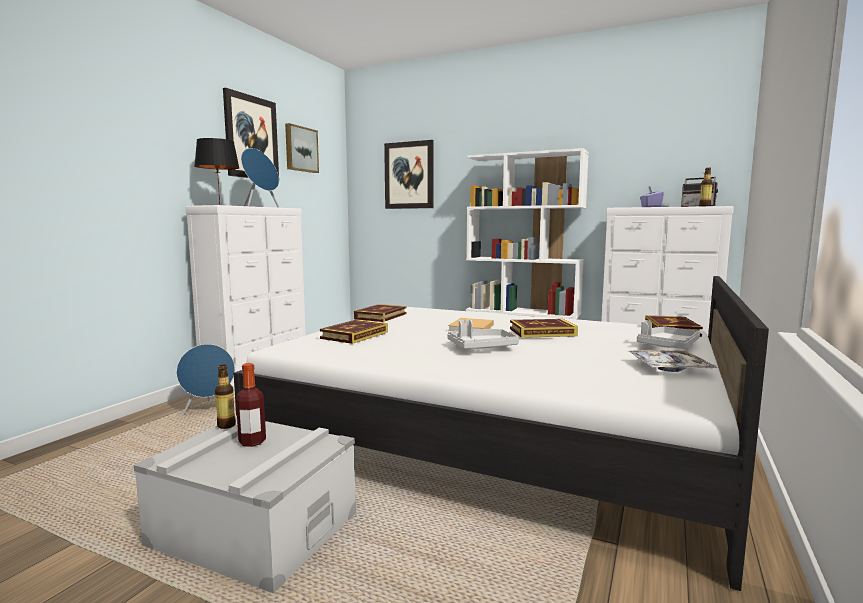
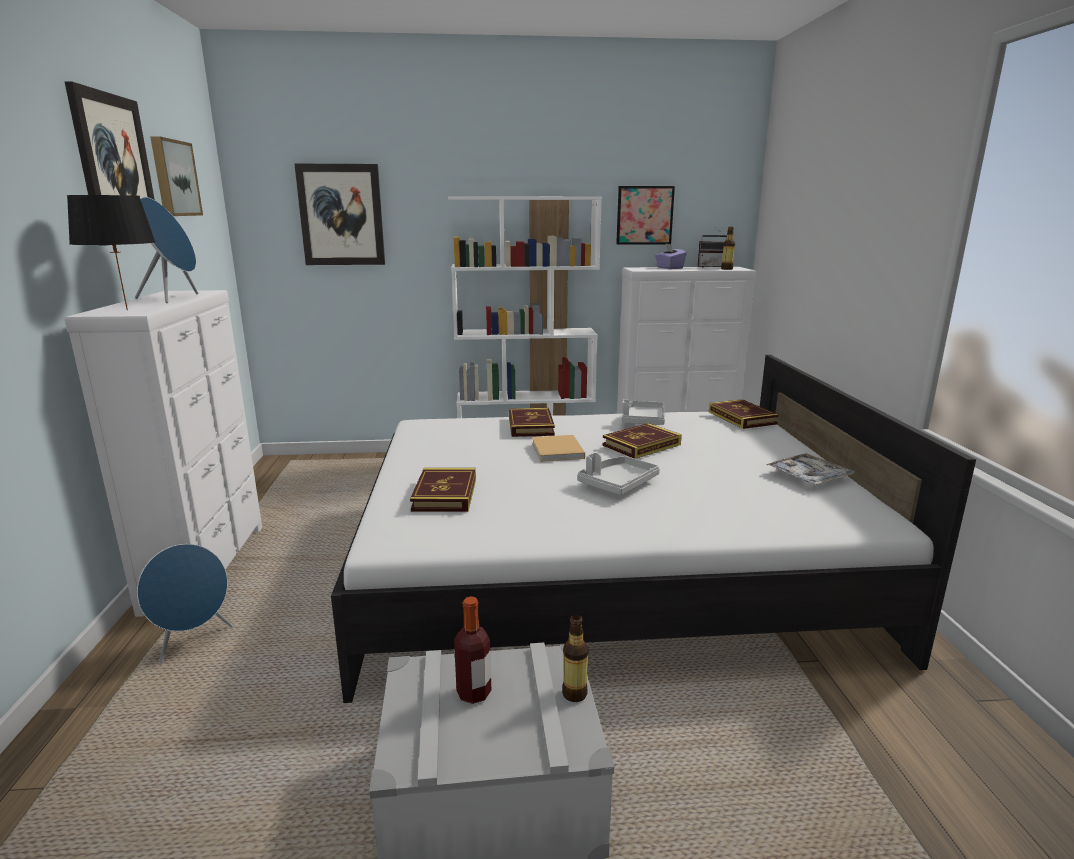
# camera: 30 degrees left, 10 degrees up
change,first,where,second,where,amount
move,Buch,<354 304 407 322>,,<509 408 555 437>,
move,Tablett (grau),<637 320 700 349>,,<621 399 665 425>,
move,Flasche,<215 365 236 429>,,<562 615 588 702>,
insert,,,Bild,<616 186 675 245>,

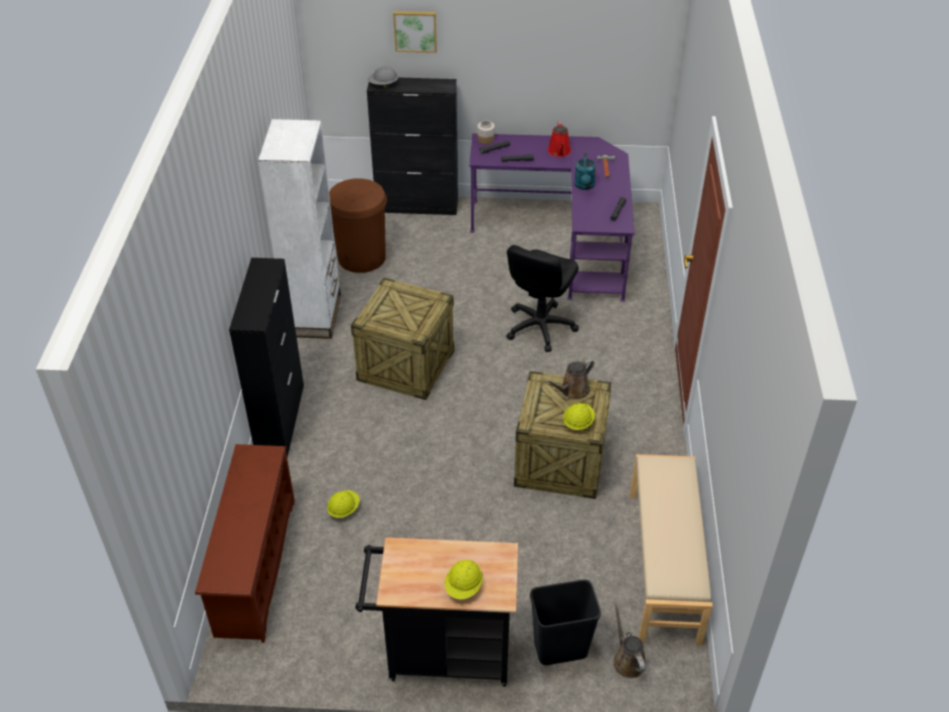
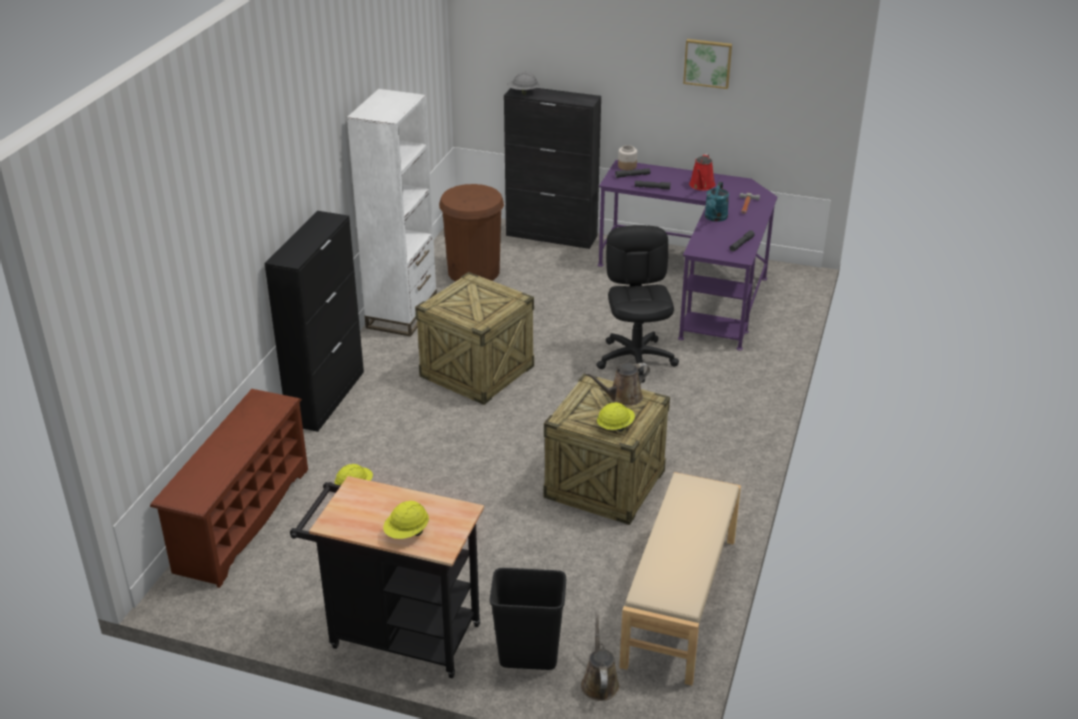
# camera: 15 degrees right, 10 degrees down
change,first,where,second,where,amount
move,Bild,<393 11 437 53>,,<683 39 732 89>,
rotate,Bürostuhl (schwarz),<506 245 579 352>,,<596 225 679 383>,135 degrees clockwise

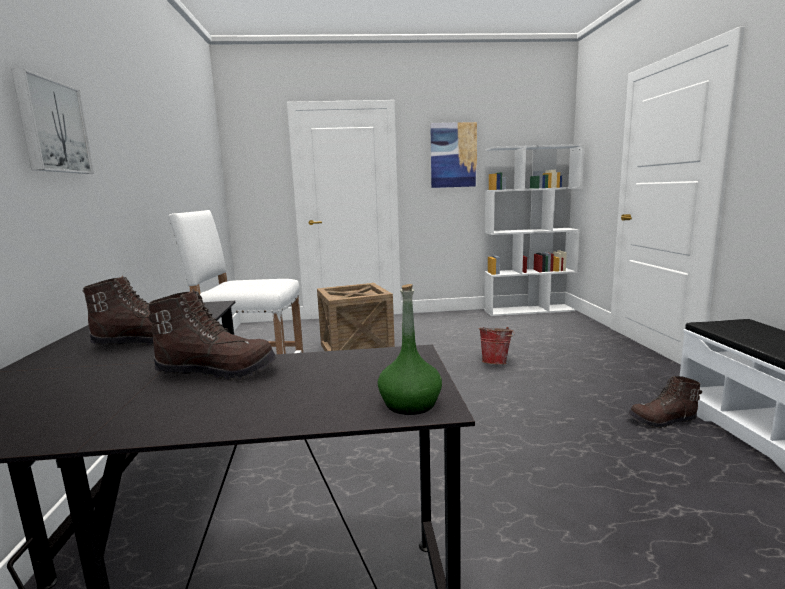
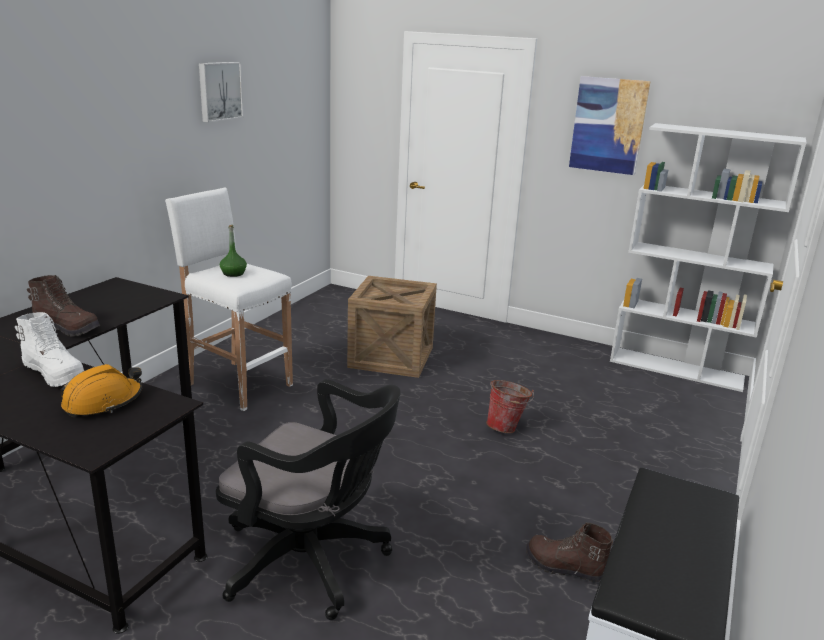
# camera: 30 degrees right, 10 degrees up
change,first,where,second,where,amount
move,Bild,<11 69 94 174>,,<199 62 244 122>,
move,Flasche (grün),<378 284 442 415>,,<220 225 247 277>,
recolor,Stiefel (braun),<148 289 276 381>,Stiefel (weiß),<15 312 84 387>,
insert,,,Schutzhelm (orange),<61 364 142 417>,
insert,,,Bürostuhl (schwarz),<216 379 401 620>,

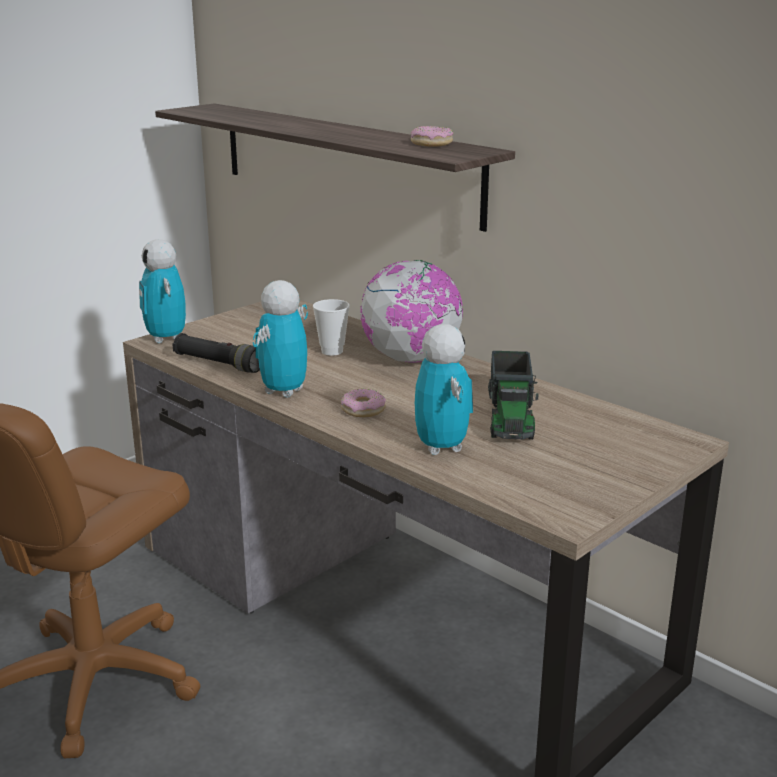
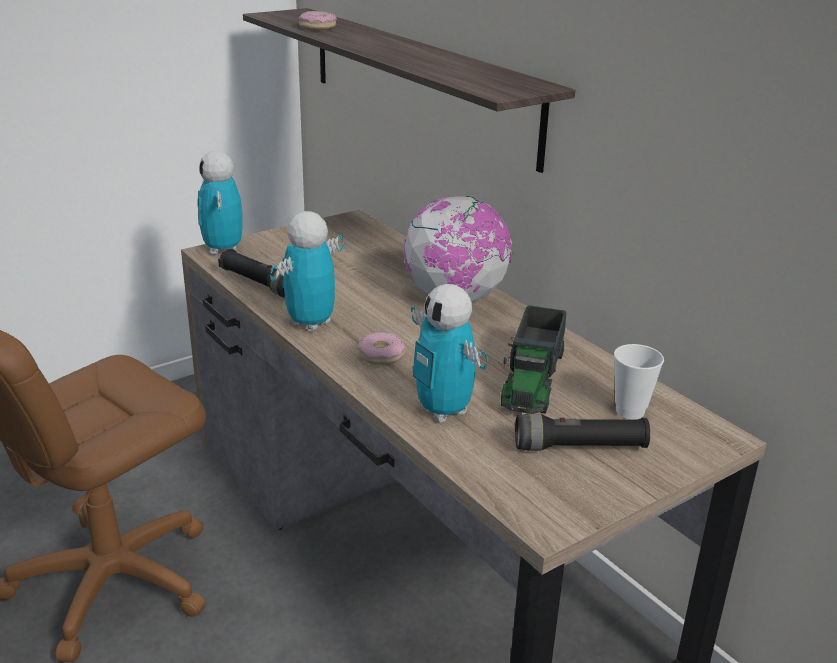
# camera: 10 degrees right, 5 degrees up
change,first,where,second,where,amount
move,Donut,<411 126 453 147>,,<298 11 337 30>,
move,Tasse,<313 299 350 356>,,<614 344 664 419>,
rotate,Spielzeugroboter,<415 324 473 455>,,<411 284 488 423>,150 degrees clockwise
insert,,,Taschenlampe (schwarz),<515 414 650 451>,

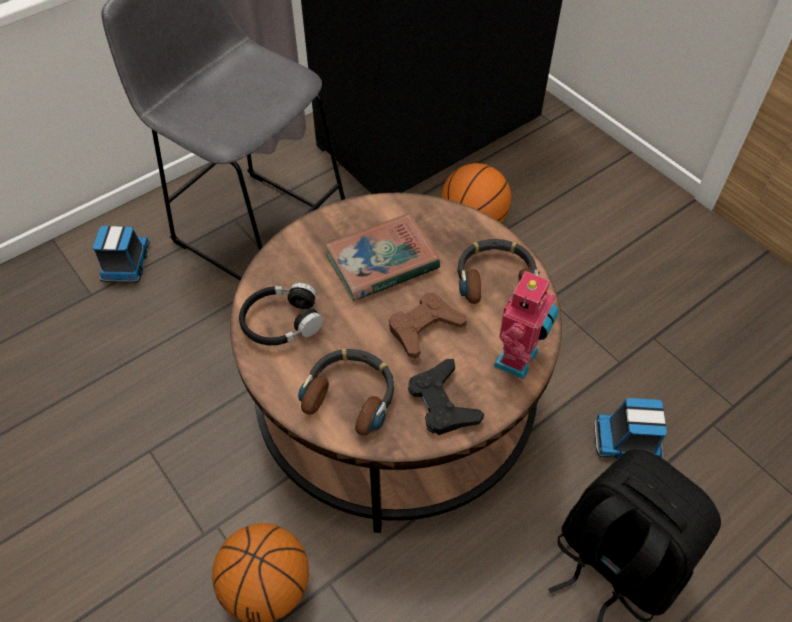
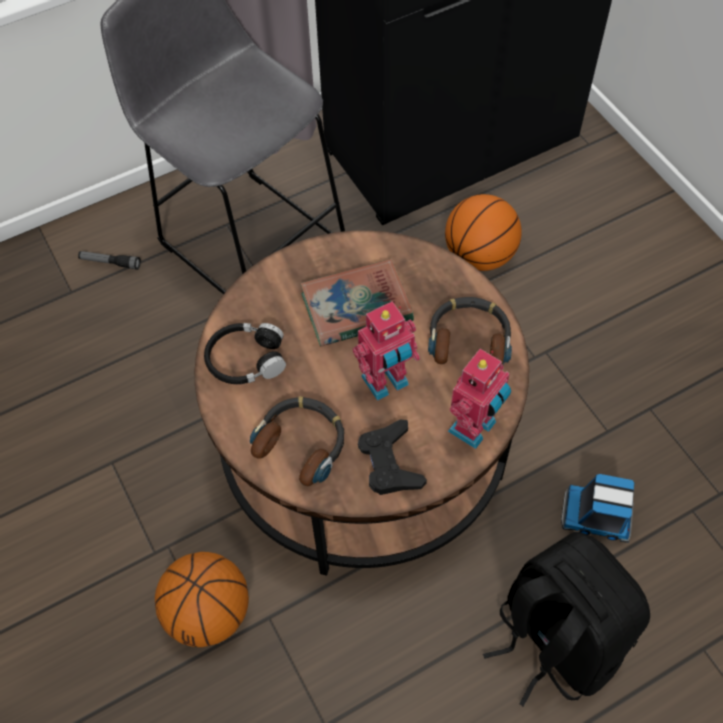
# camera: 10 degrees right, 5 degrees up
change,first,where,second,where,amount
replace,Spielzeuglaster,<93 226 150 283>,Taschenlampe,<78 251 141 270>,
replace,Gamepad (braun),<389 292 467 359>,Spielzeugroboter,<353 301 420 401>,

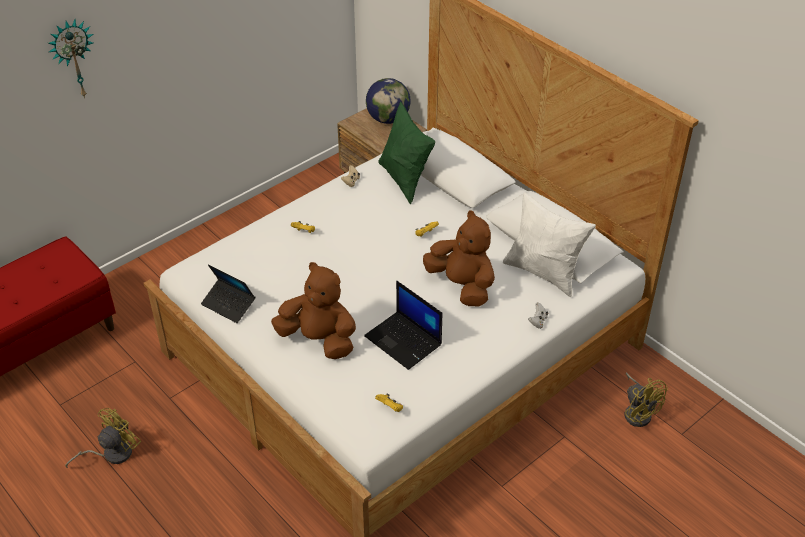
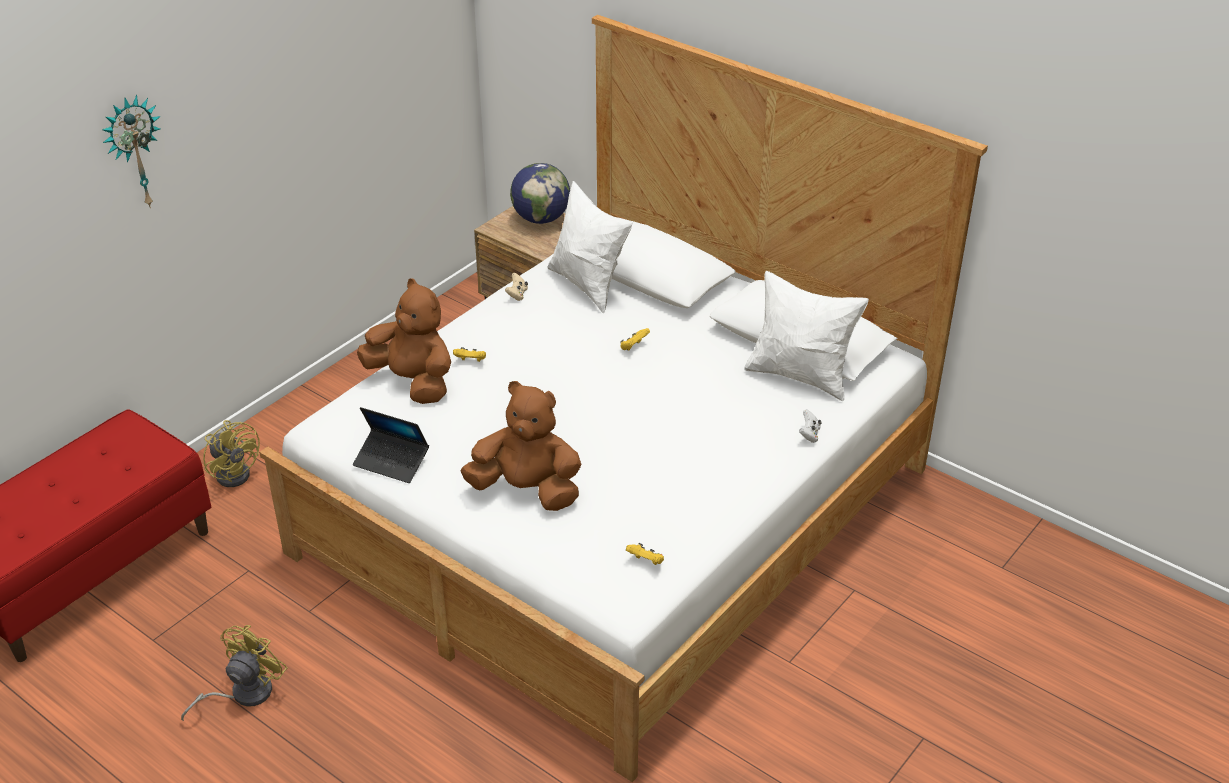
# camera: 10 degrees left, 5 degrees down
change,first,where,second,where,amount
recolor,Kissen (grün),<378 102 435 204>,Kissen (weiß),<547 181 633 314>,
move,Plüschtier (braun),<423 210 495 306>,,<357 278 451 404>,
delete,Laptop,<364 281 442 370>,,,
move,Ventilator (gelb),<625 372 668 427>,,<203 420 260 487>,

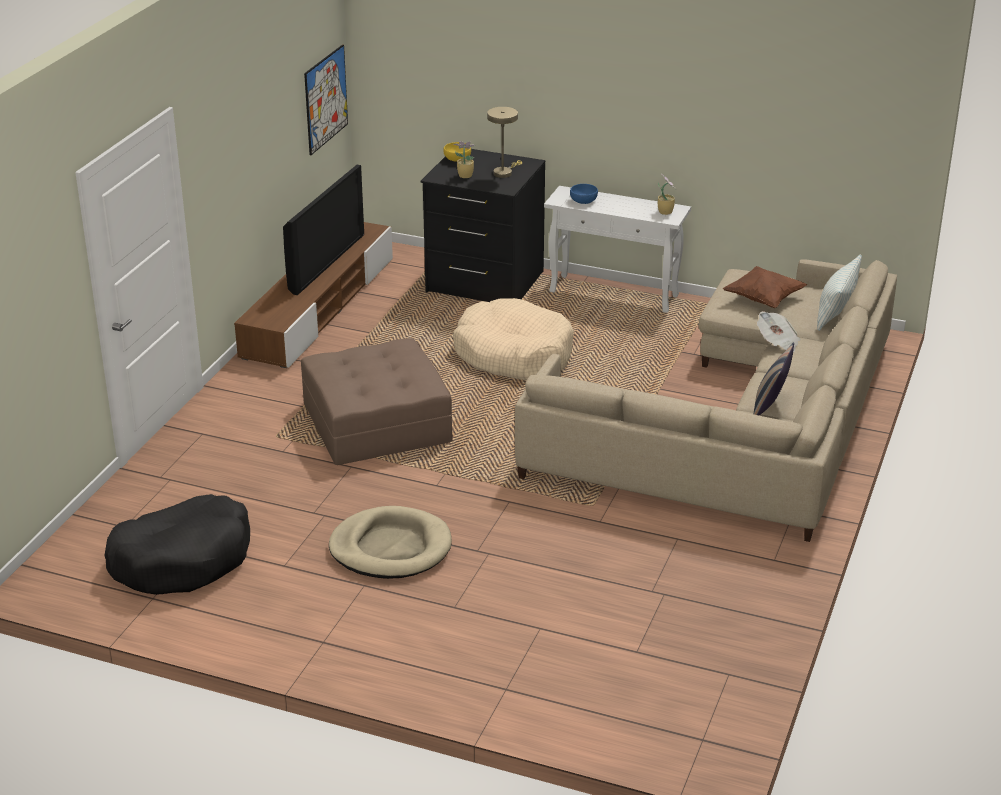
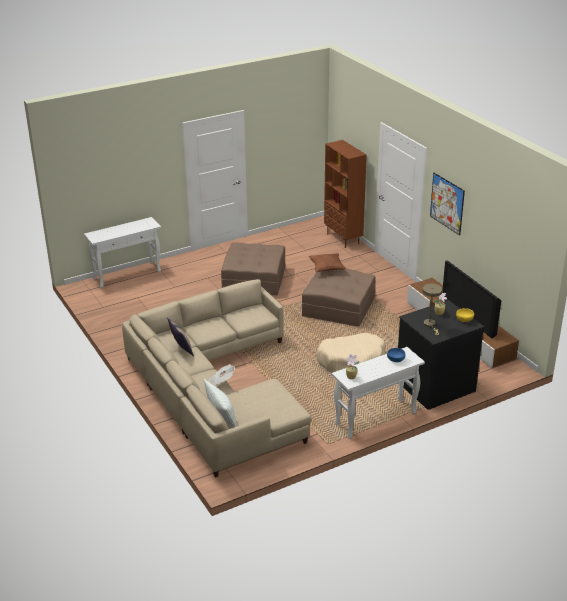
# camera: 130 degrees right, 0 degrees up
change,first,where,second,where,amount
move,Bild,<304 44 348 155>,,<430 173 465 236>,
move,Kissen (braun),<723 266 808 308>,,<308 253 346 272>,
delete,Hundebett (schwarz),<104 494 250 595>,,,
replace,Hundebett (beige),<329 506 452 579>,Polsterhocker (braun),<221 243 285 295>,
insert,,,Bücherregal (braun),<324 140 367 248>,
insert,,,Konsolentisch (weiß),<84 217 161 288>,

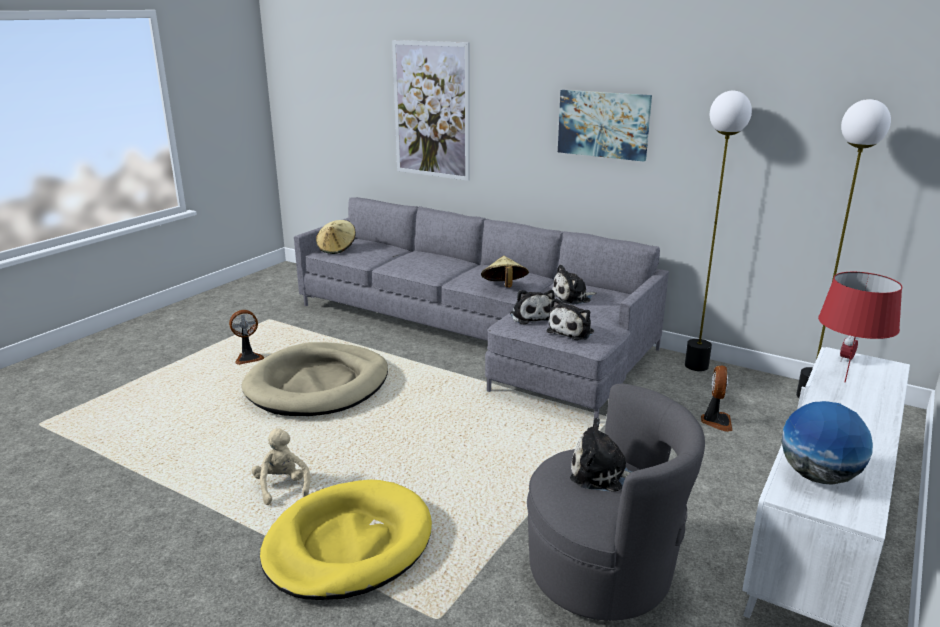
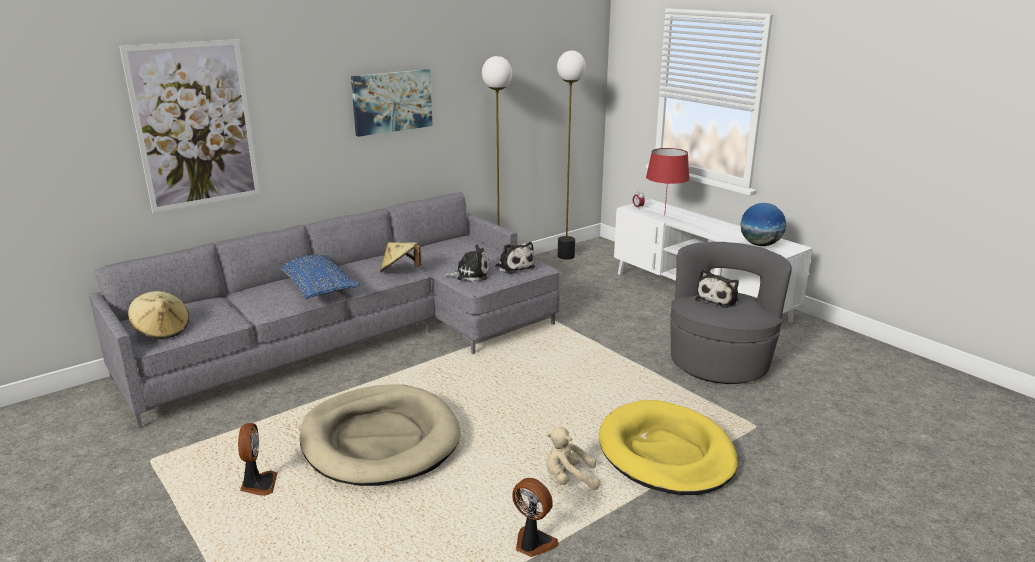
# camera: 70 degrees left, 0 degrees up
change,first,where,second,where,amount
delete,Plüschtier,<552 265 597 305>,,,
move,Ventilator,<701 366 732 432>,,<512 478 559 557>,
insert,,,Kissen (blau),<280 254 360 299>,

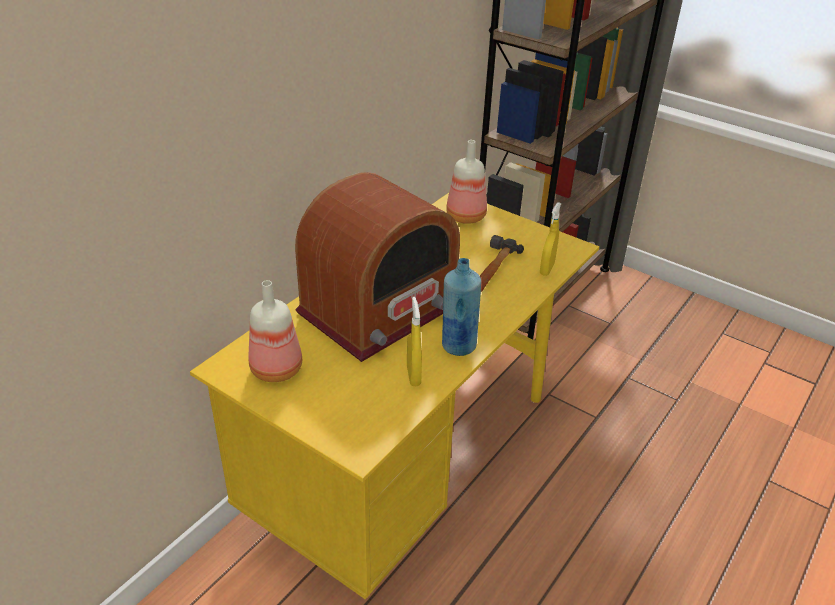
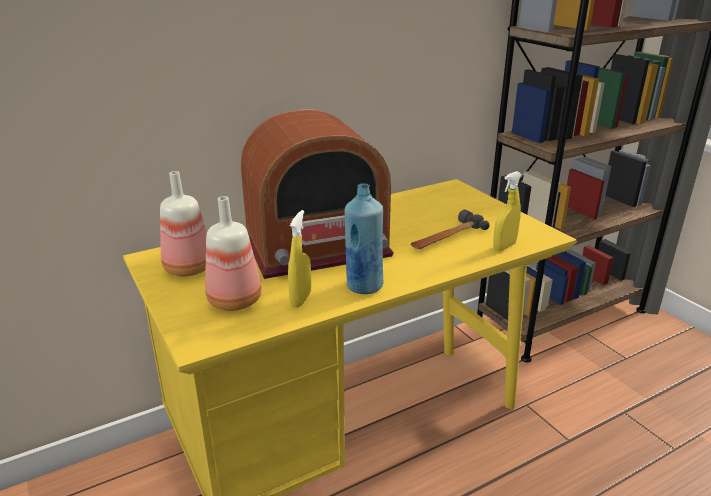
# camera: 25 degrees right, 10 degrees down
change,first,where,second,where,amount
move,Flasche,<446 140 487 224>,,<205 196 262 311>,

